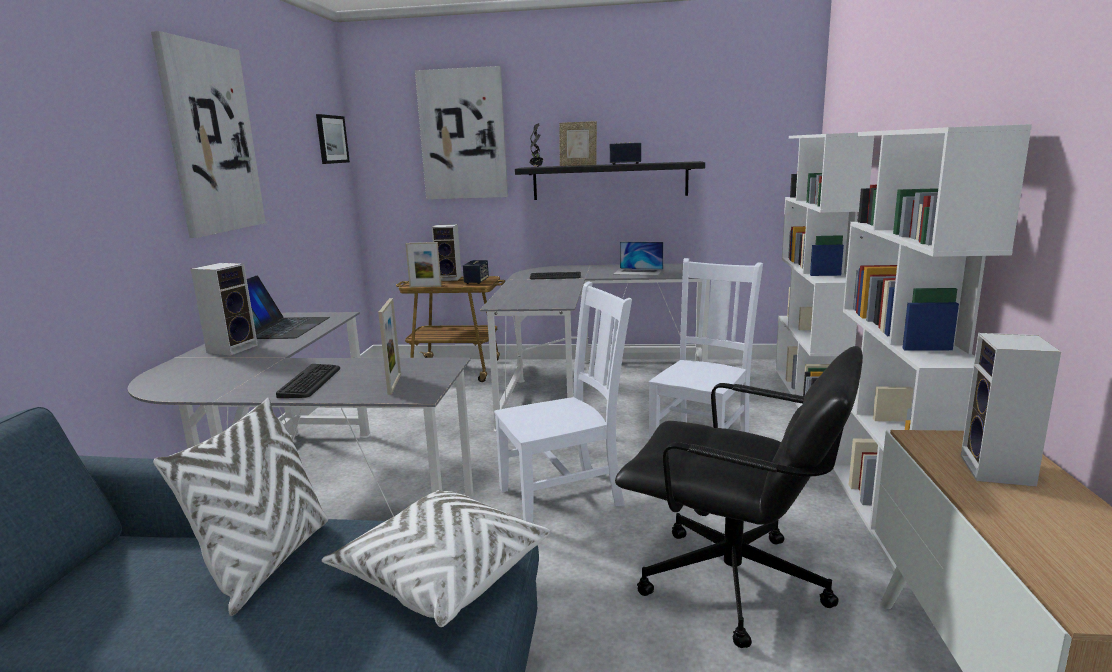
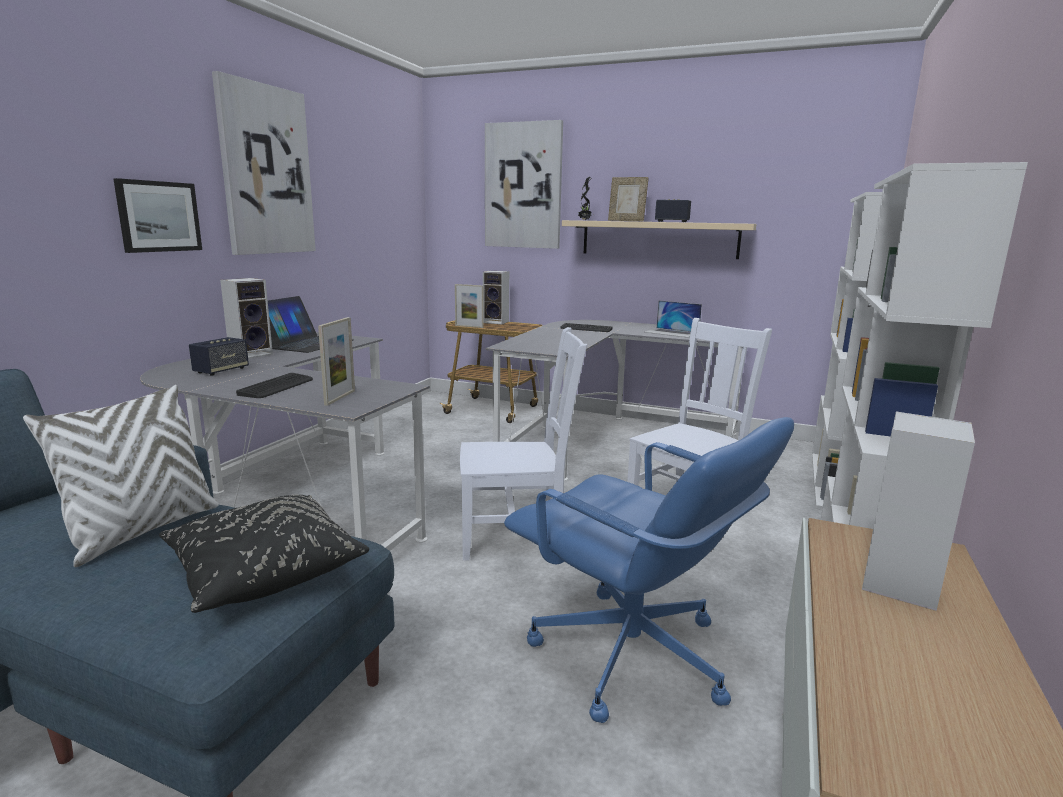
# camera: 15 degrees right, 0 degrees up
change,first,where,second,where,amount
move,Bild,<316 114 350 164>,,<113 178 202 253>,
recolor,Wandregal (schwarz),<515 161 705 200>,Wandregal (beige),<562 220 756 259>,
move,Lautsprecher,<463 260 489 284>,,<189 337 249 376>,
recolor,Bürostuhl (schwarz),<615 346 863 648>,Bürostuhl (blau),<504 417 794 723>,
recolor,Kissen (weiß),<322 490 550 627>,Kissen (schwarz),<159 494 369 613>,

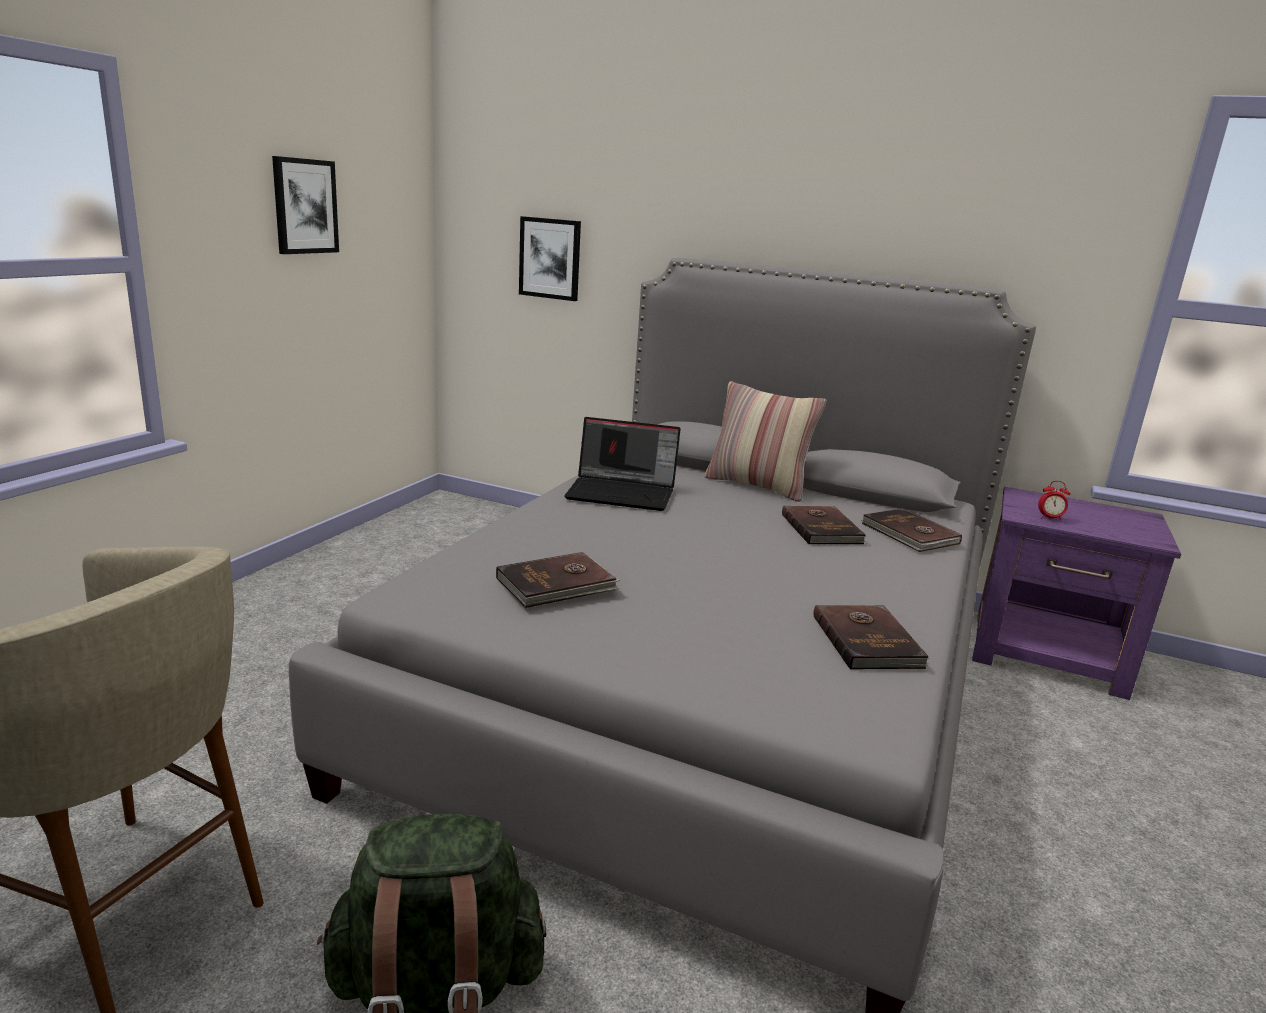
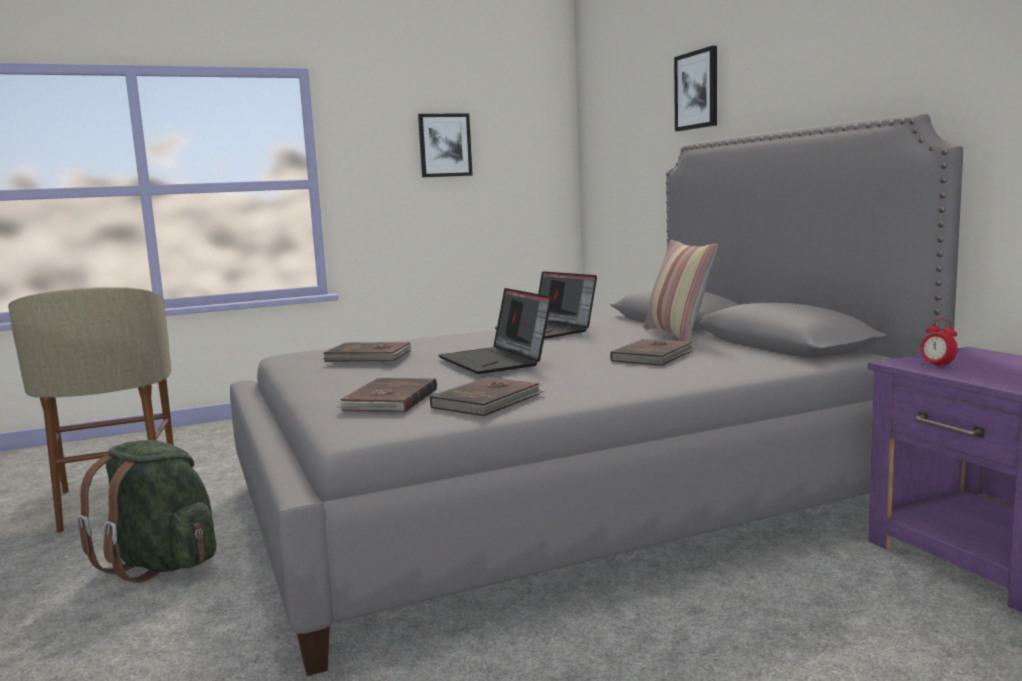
# camera: 45 degrees right, 10 degrees down
change,first,where,second,where,amount
move,Bild,<519 216 581 301>,,<674 46 717 132>,
move,Buch (braun),<861 508 962 552>,,<335 378 437 413>,
insert,,,Laptop,<438 288 552 374>,

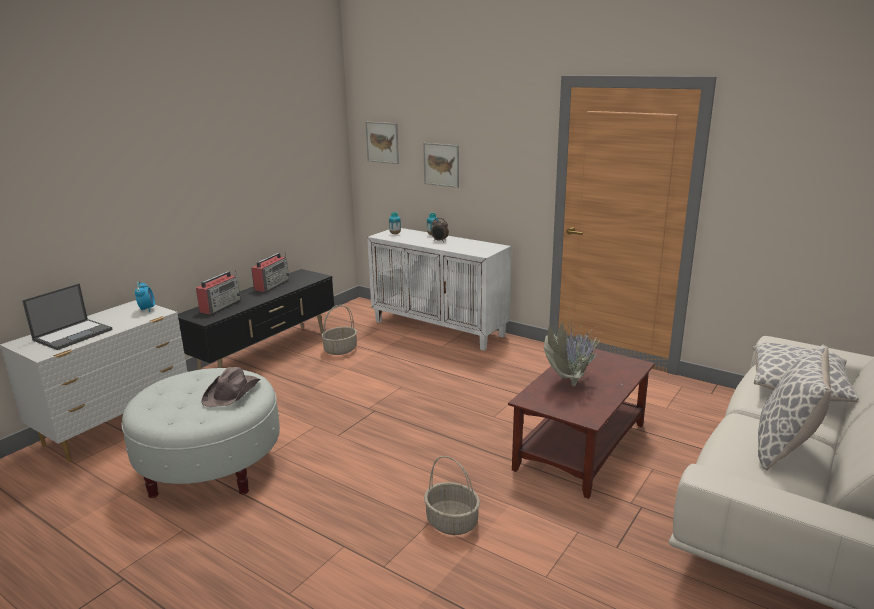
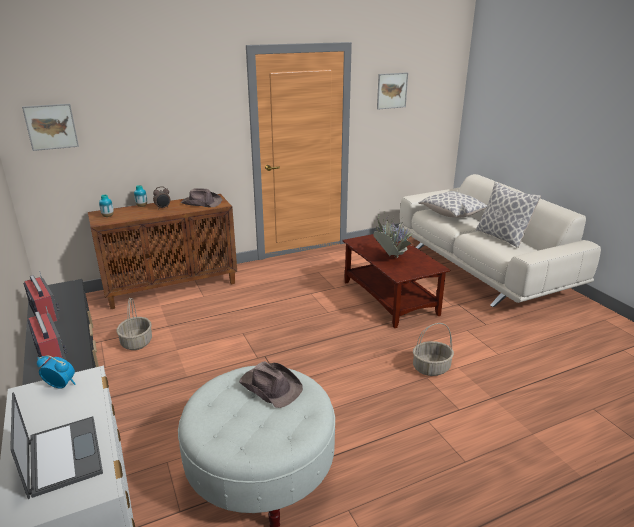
# camera: 60 degrees left, 5 degrees up
change,first,where,second,where,amount
move,Bild,<423 143 459 188>,,<377 72 408 110>,
recolor,Schrank (weiß),<367 228 511 351>,Schrank (braun),<88 194 237 309>,
insert,,,Hut (braun),<181 188 222 207>,

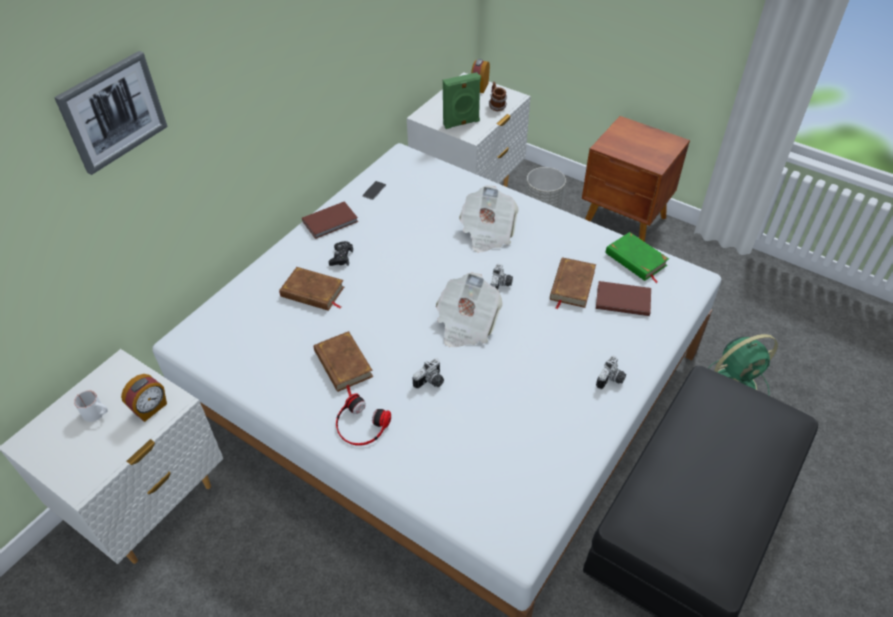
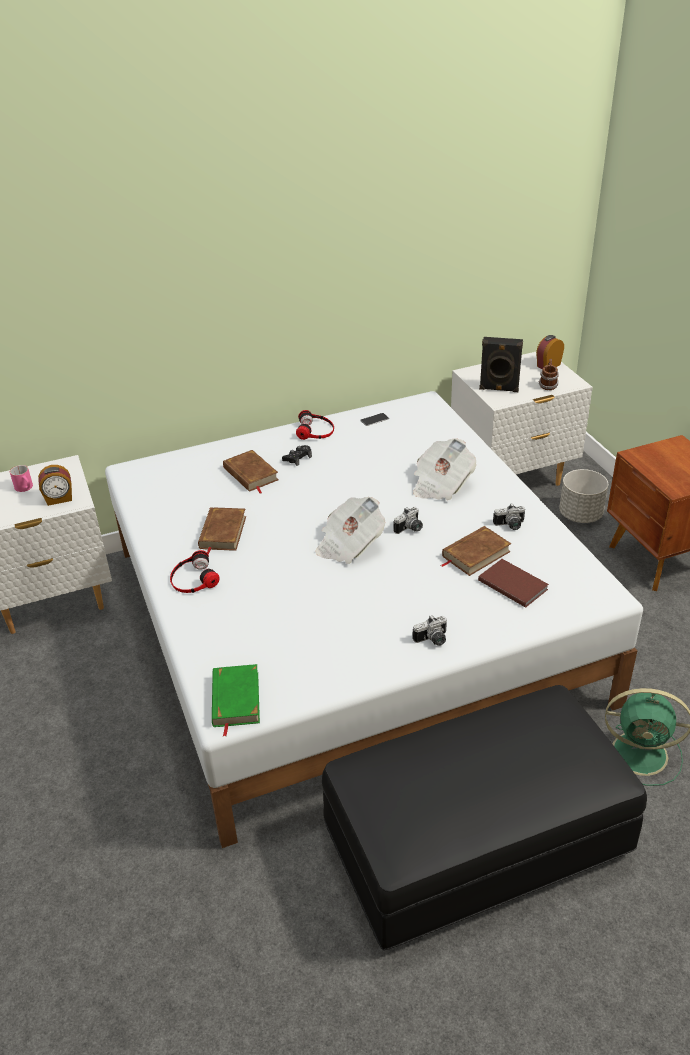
# camera: 35 degrees right, 10 degrees down
change,first,where,second,where,amount
delete,Bild,<54 51 168 175>,,,
recolor,Lautsprecher (grün),<443 72 481 129>,Lautsprecher (schwarz),<479 337 523 392>,
replace,Buch (braun),<302 201 358 239>,Kopfhörer,<296 410 334 440>,
move,Buch (grün),<606 232 669 283>,,<212 664 260 736>,
move,Kamera,<413 358 444 389>,,<493 503 525 530>,
recolor,Henkelbecher (weiß),<74 390 108 422>,Henkelbecher (rosa),<10 465 33 492>,

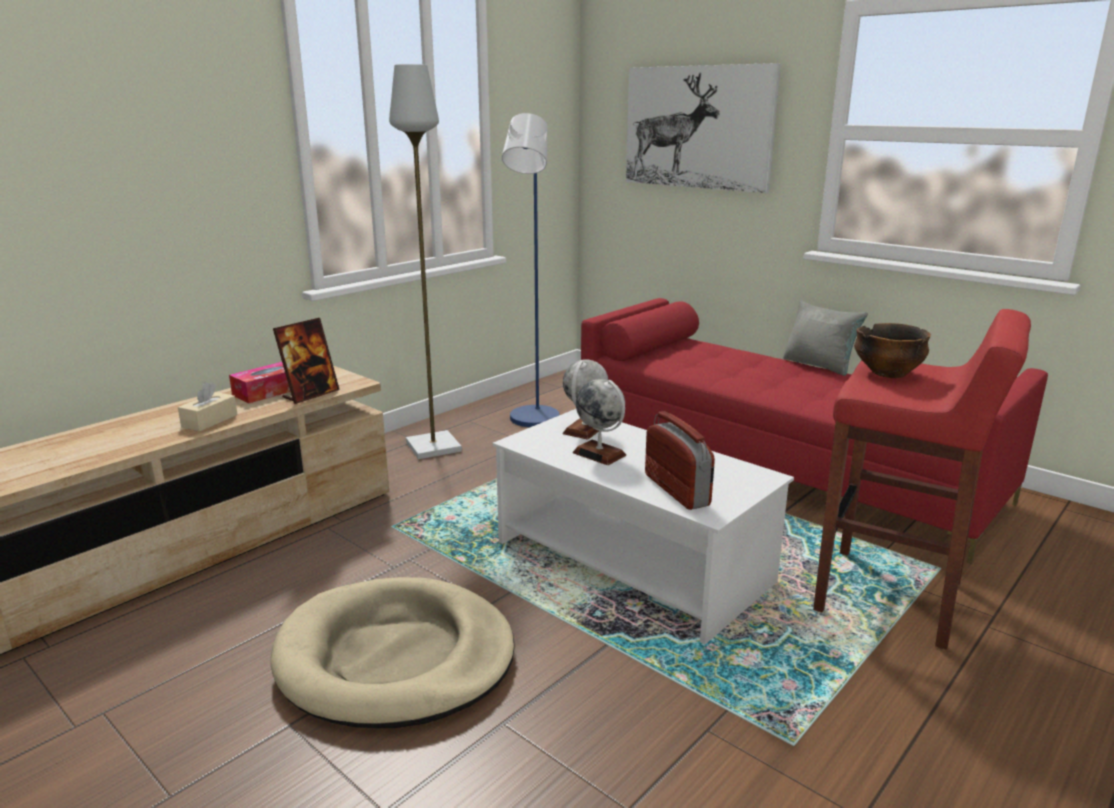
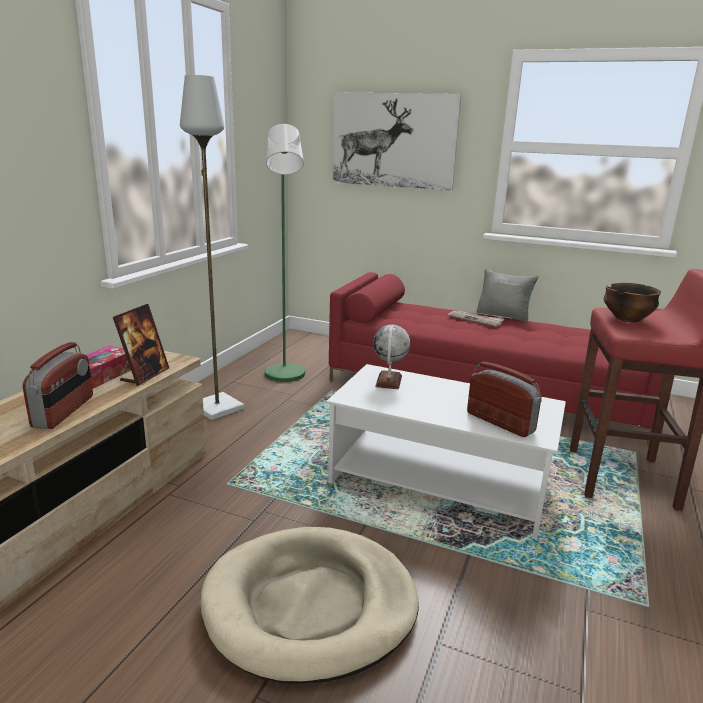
# camera: 20 degrees left, 0 degrees up
change,first,where,second,where,amount
recolor,Stehlampe (blau),<502 113 559 427>,Stehlampe (grün),<265 124 305 382>,
delete,Globus,<573 379 626 465>,,,
replace,Taschentuchbox (beige),<178 382 238 431>,Radio,<23 342 93 429>,
insert,,,Zeitung,<448 311 505 327>,

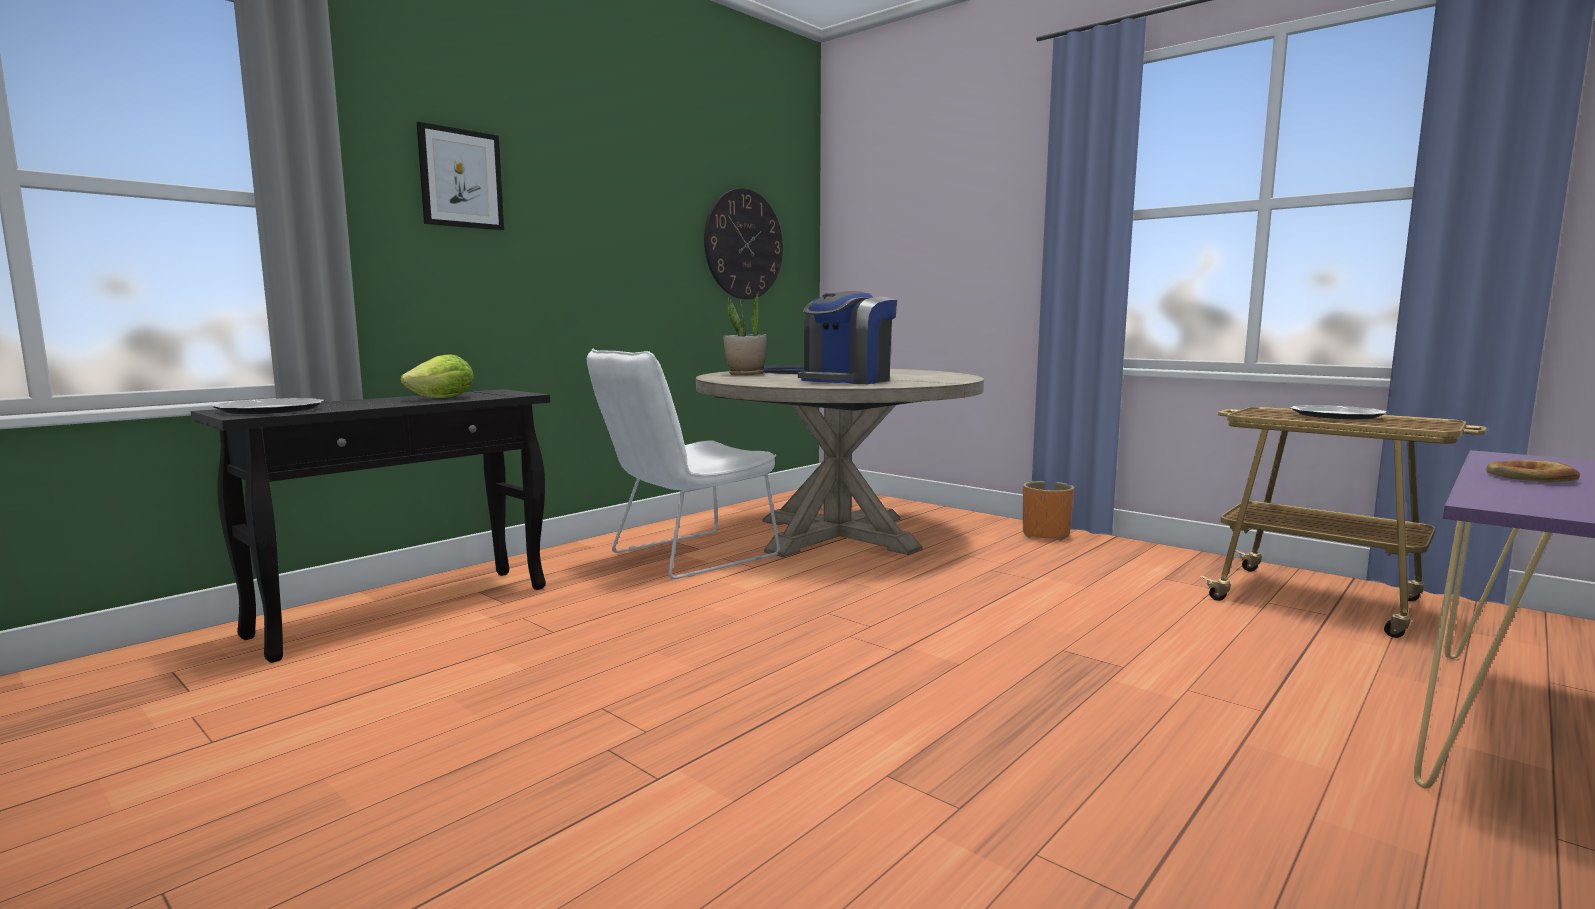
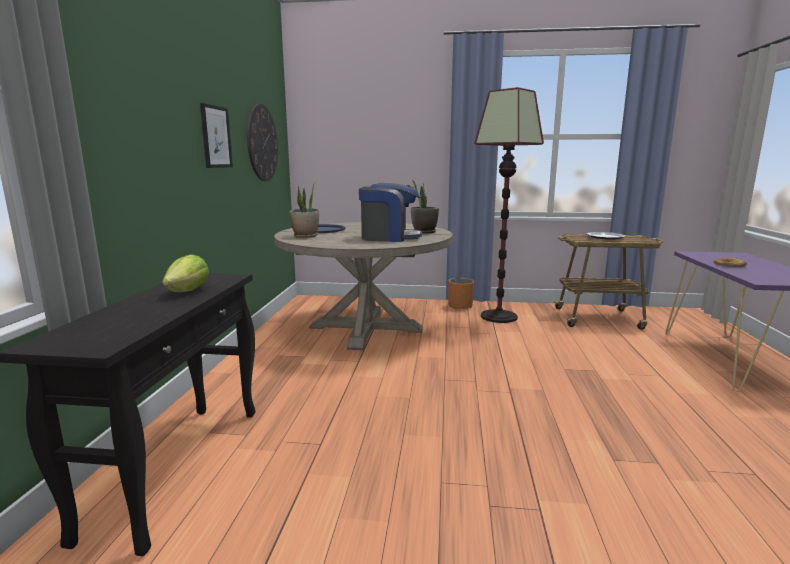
# camera: 35 degrees left, 5 degrees up
change,first,where,second,where,amount
move,Bild,<417 122 504 231>,,<200 103 233 168>,
rotate,Kaffeemaschine,<798 291 897 384>,,<359 183 422 242>,90 degrees counterclockwise
delete,Stuhl (weiß),<587 349 780 579>,,,
delete,Teller,<212 398 325 414>,,,
insert,,,Stehlampe,<474 87 544 323>,
insert,,,Topfpflanze,<411 180 439 234>,

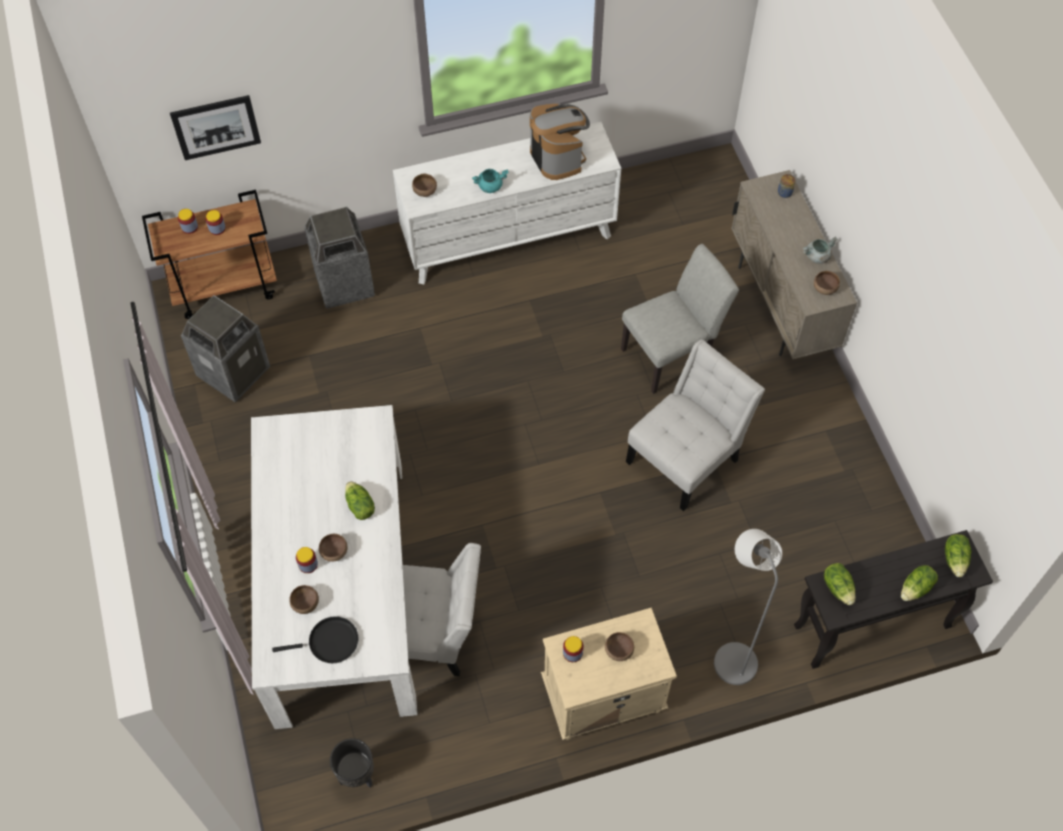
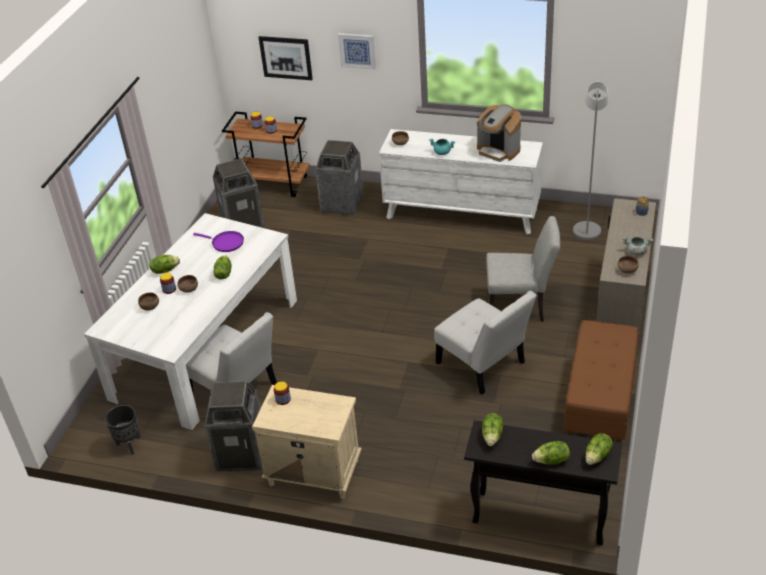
# camera: 35 degrees right, 20 degrees down
change,first,where,second,where,amount
rotate,Kaffeemaschine,<530 103 590 180>,,<477 104 521 162>,120 degrees clockwise
rotate,Stuhl (weiß),<626 339 765 511>,,<434 291 537 395>,60 degrees clockwise
move,Stehlampe (grau),<714 529 782 685>,,<573 82 609 240>,
delete,Pfanne (schwarz),<272 616 358 663>,,,
delete,Schüssel (braun),<605 632 634 661>,,,
insert,,,Bild,<338 33 376 69>,
insert,,,Pfanne (lila),<193 231 244 252>,
insert,,,Salatkopf,<150 255 180 274>,
insert,,,Bank (braun),<564 320 639 443>,
insert,,,Mülleimer,<204 381 262 471>,

